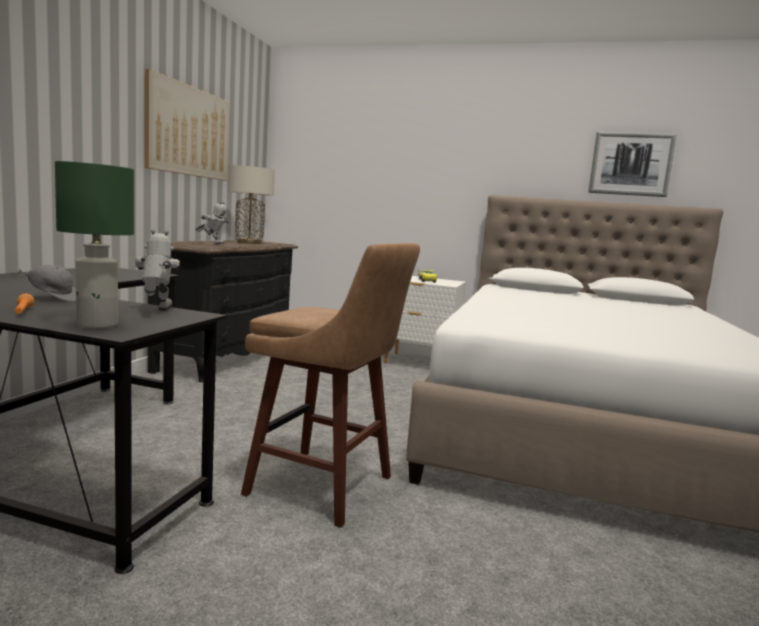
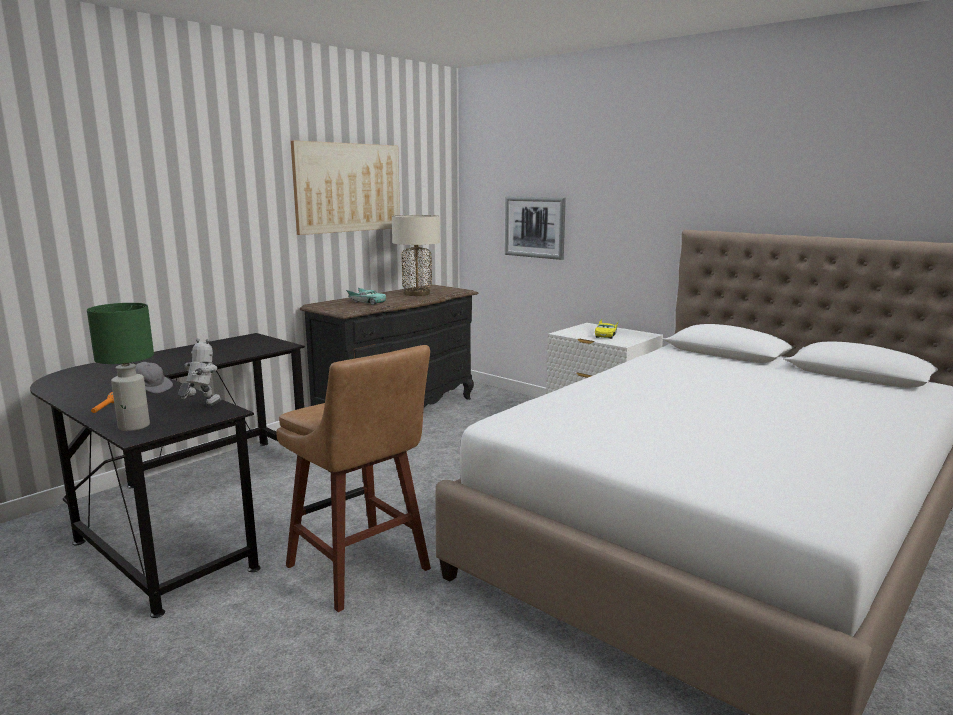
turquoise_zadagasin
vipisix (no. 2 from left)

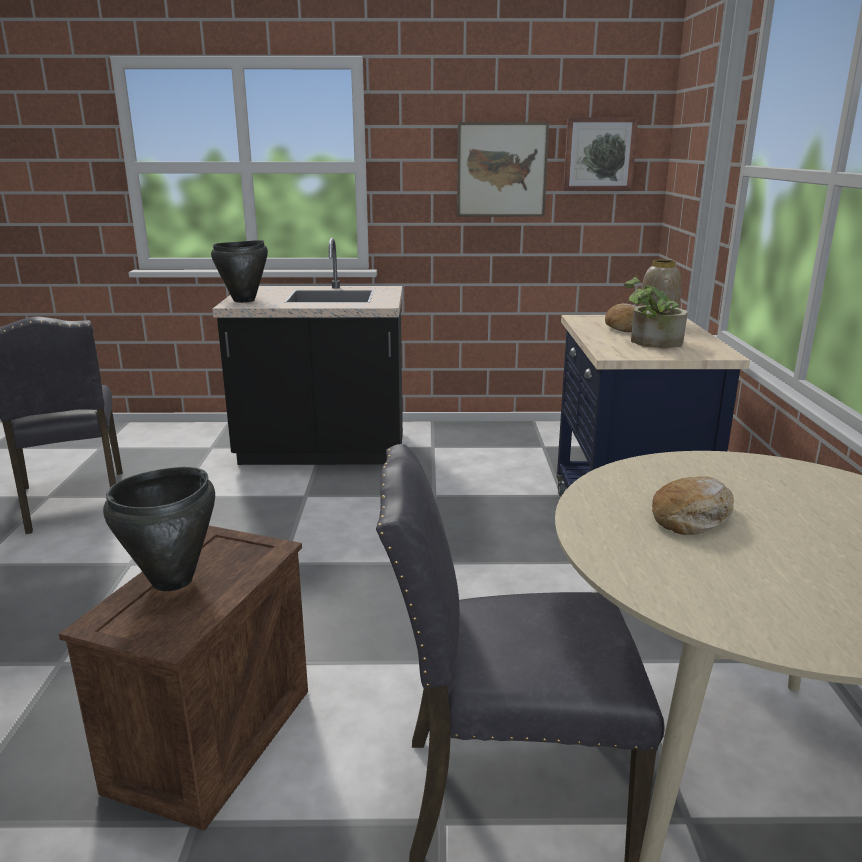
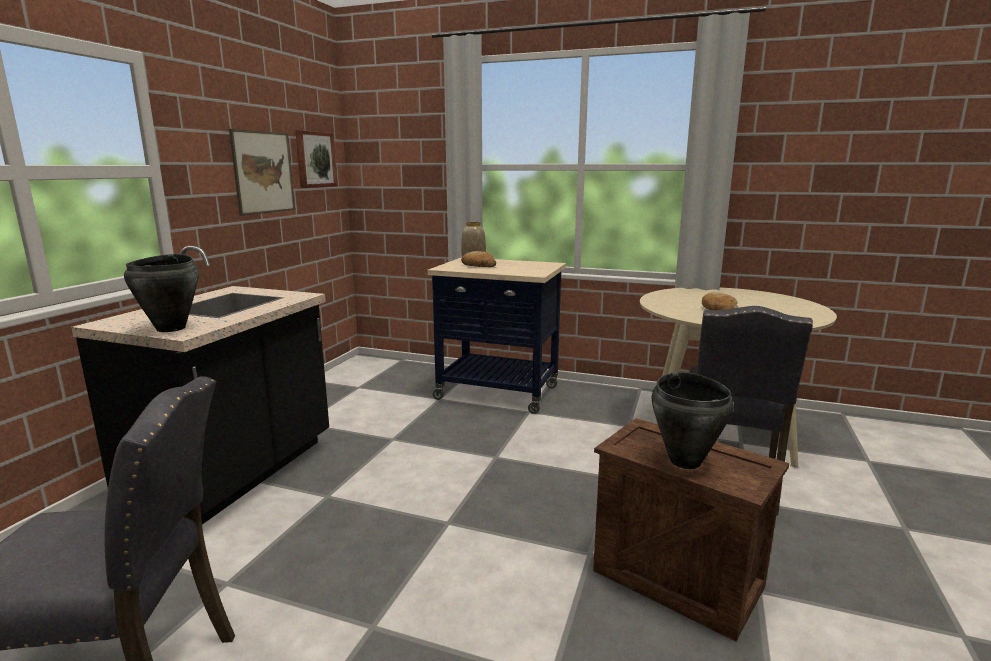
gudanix

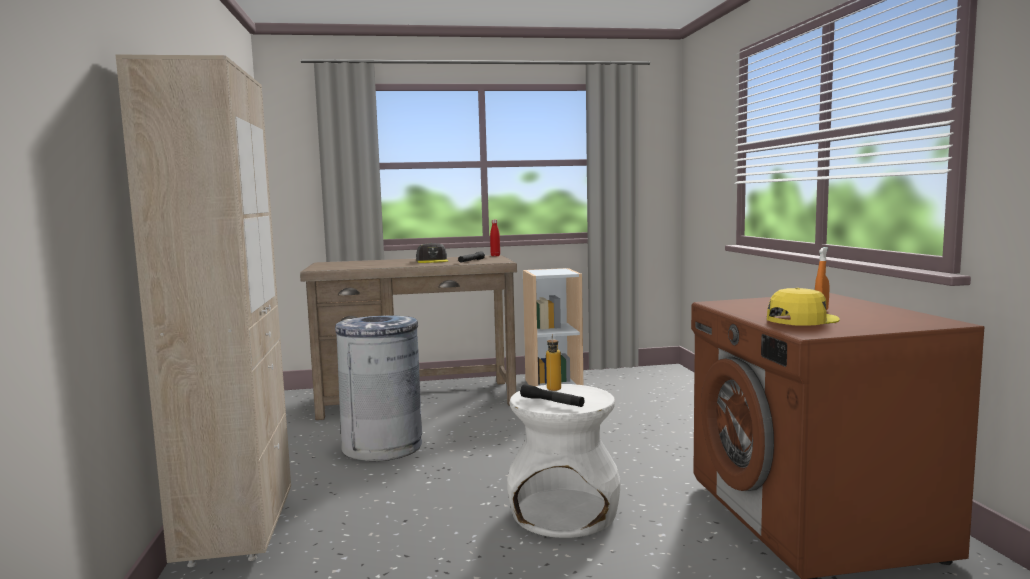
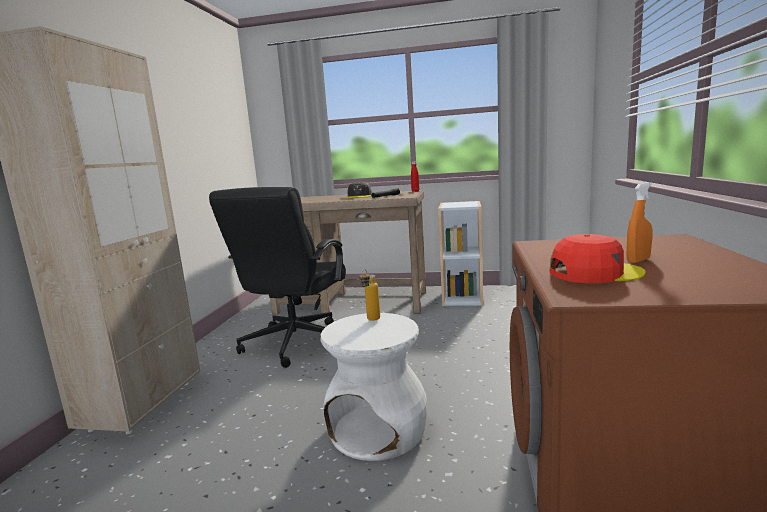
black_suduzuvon
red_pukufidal
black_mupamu (no. 2 from left in the first image)

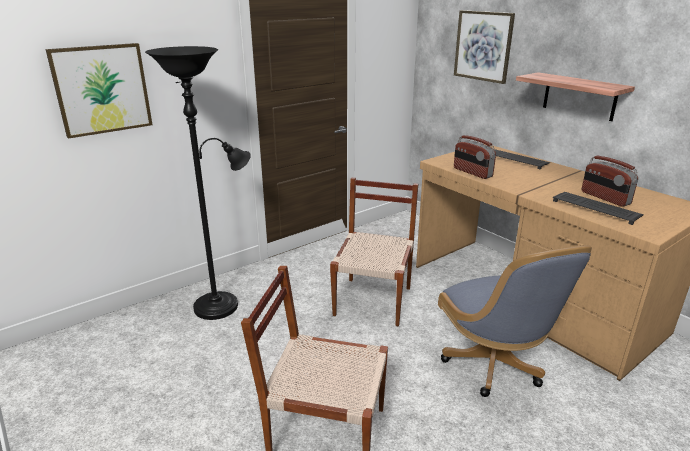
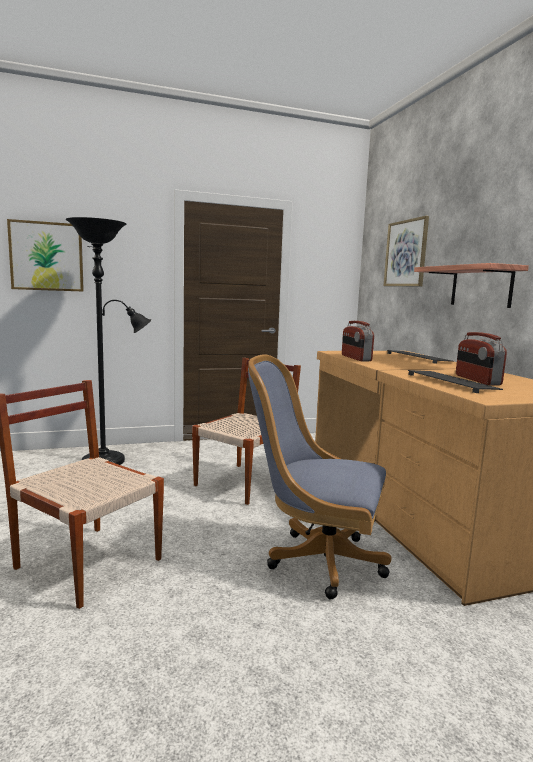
blue_suduzuvon

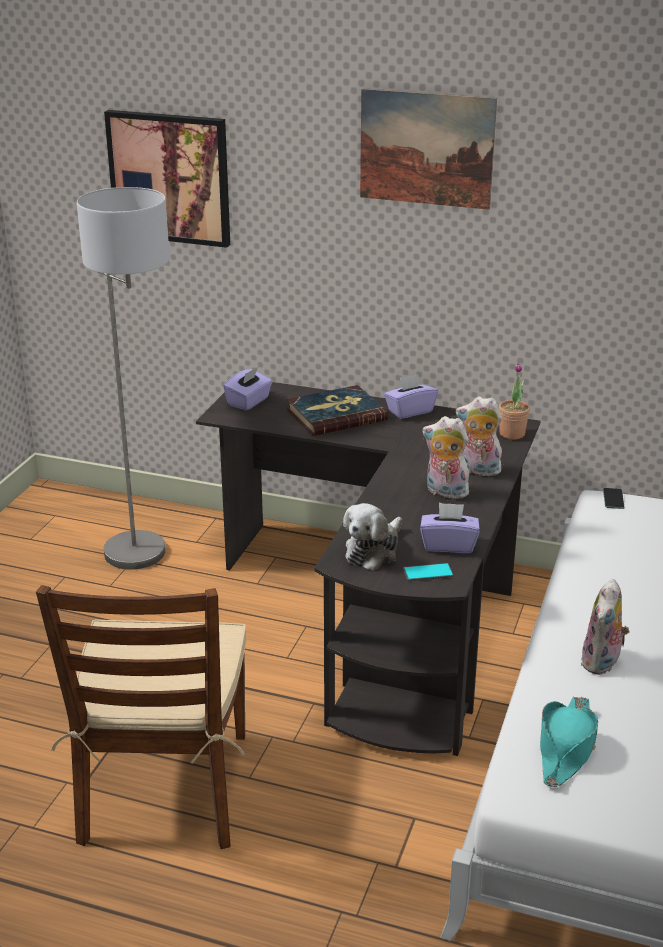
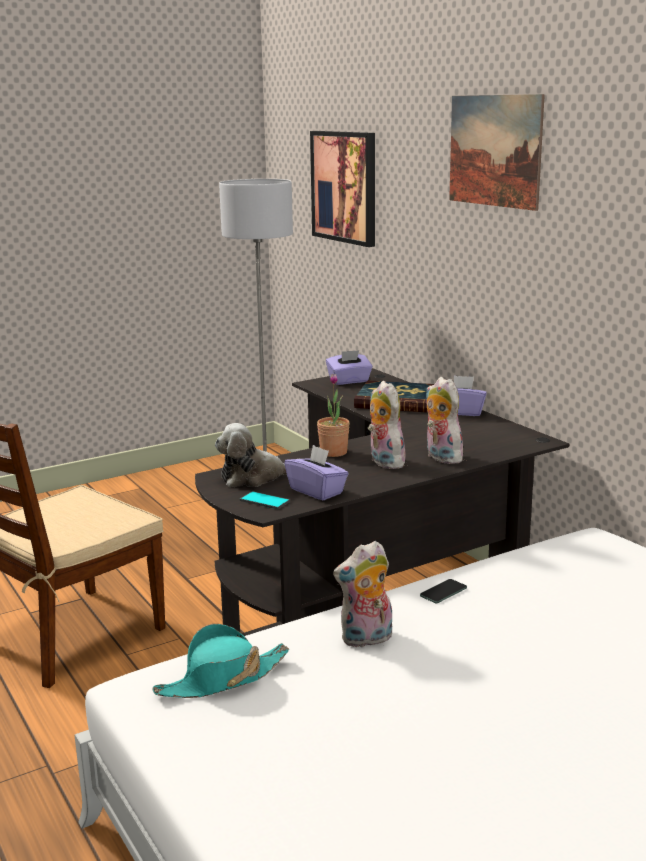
gudanix
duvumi (no. 2 from left)

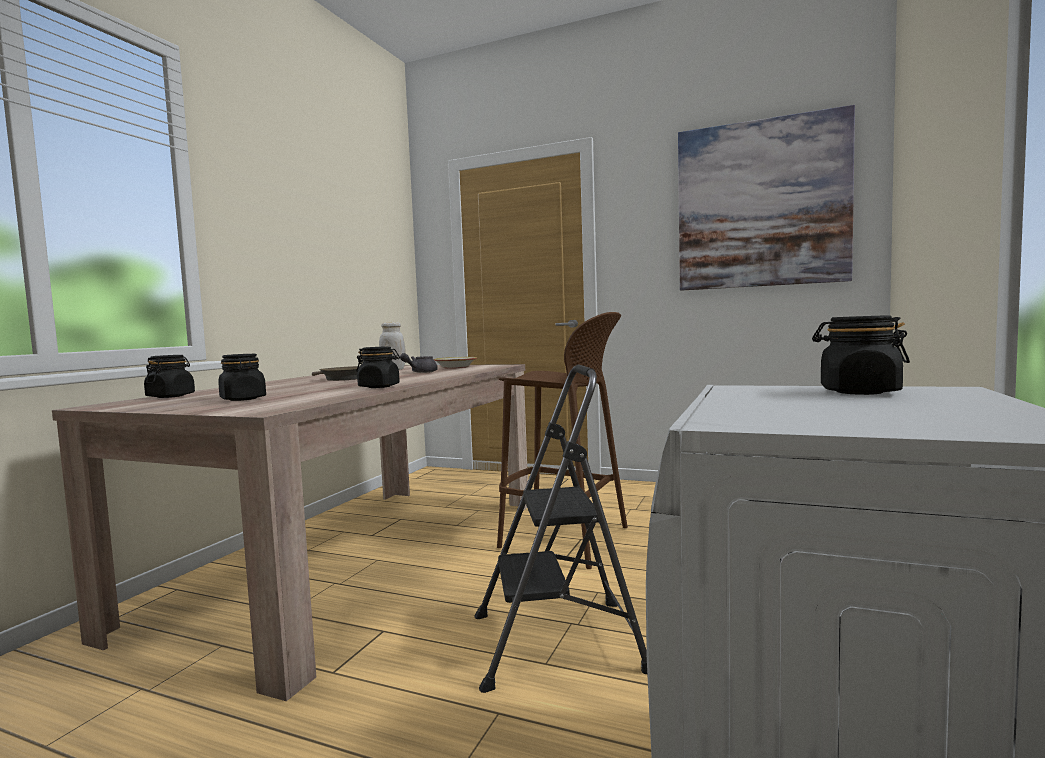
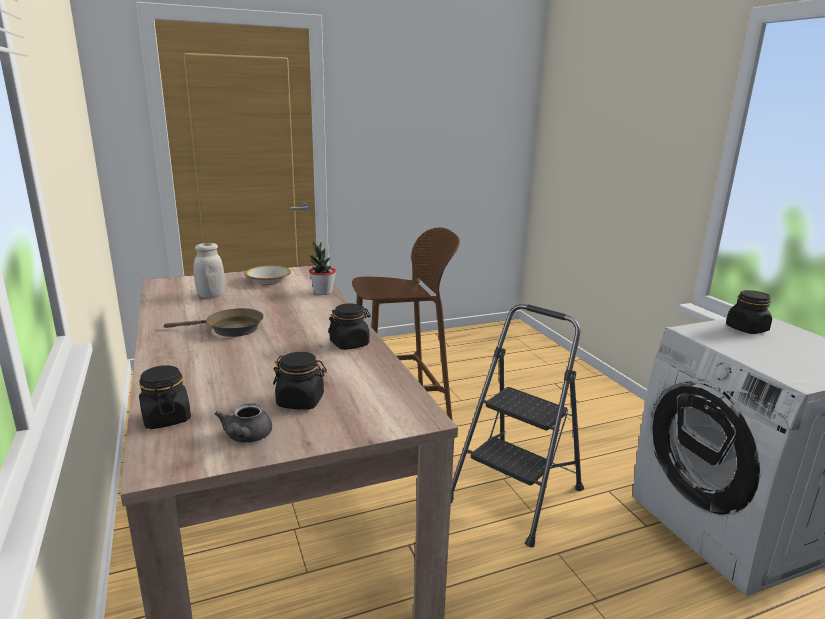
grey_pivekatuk
gudanix
vipisix

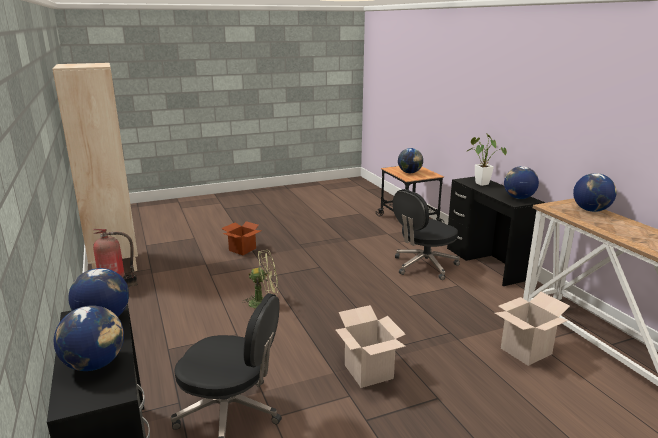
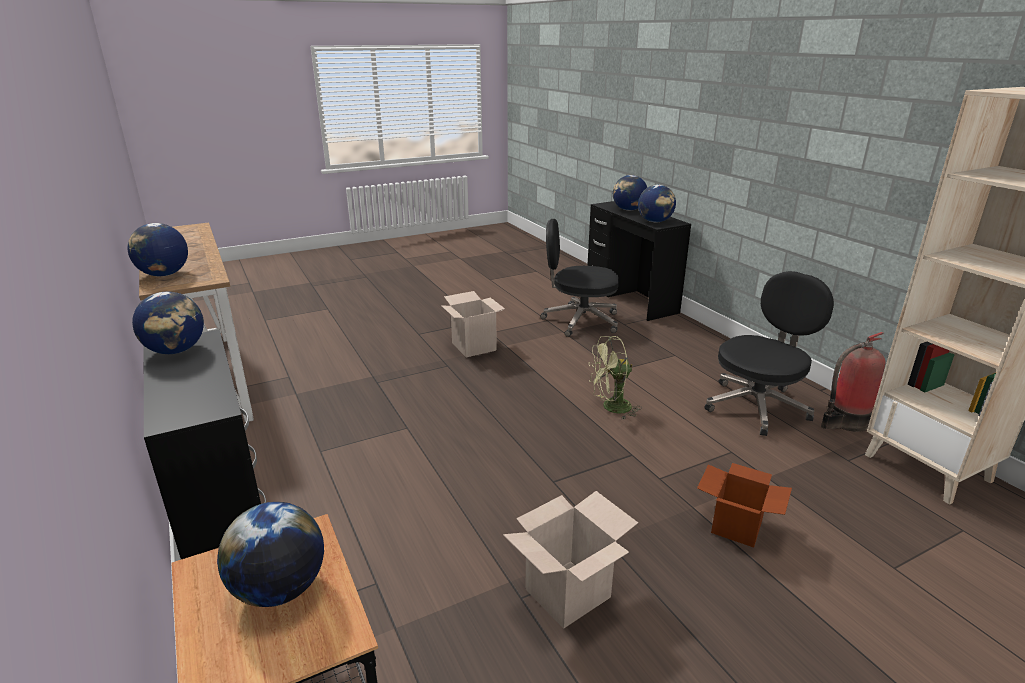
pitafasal (no. 2 from left)
black_suduzuvon (no. 2 from left)
gudanix

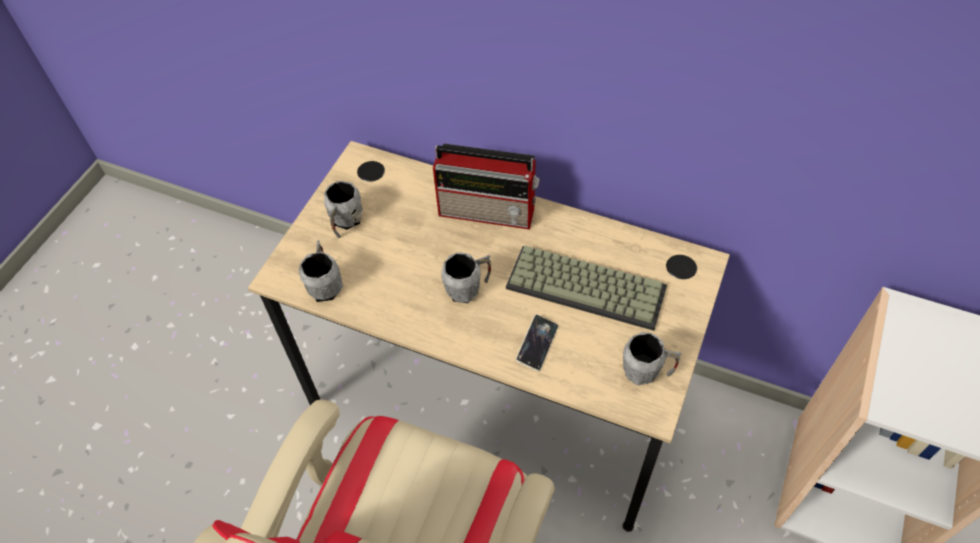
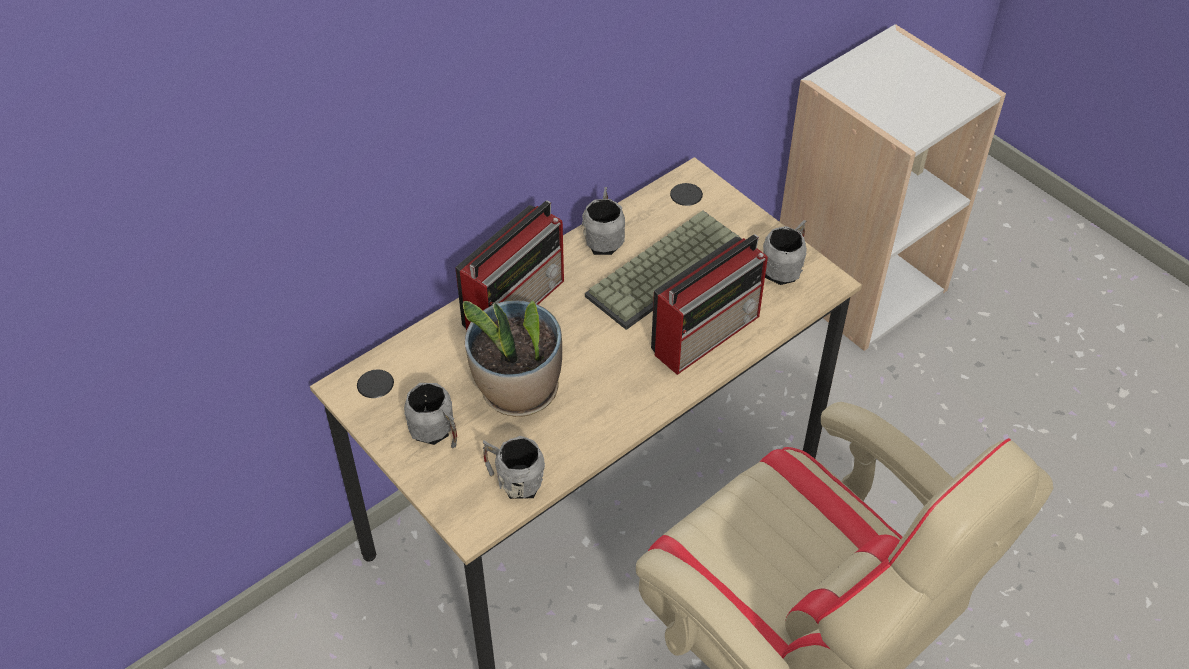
gudanix
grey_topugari (no. 3 from left)
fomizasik (no. 2 from left)

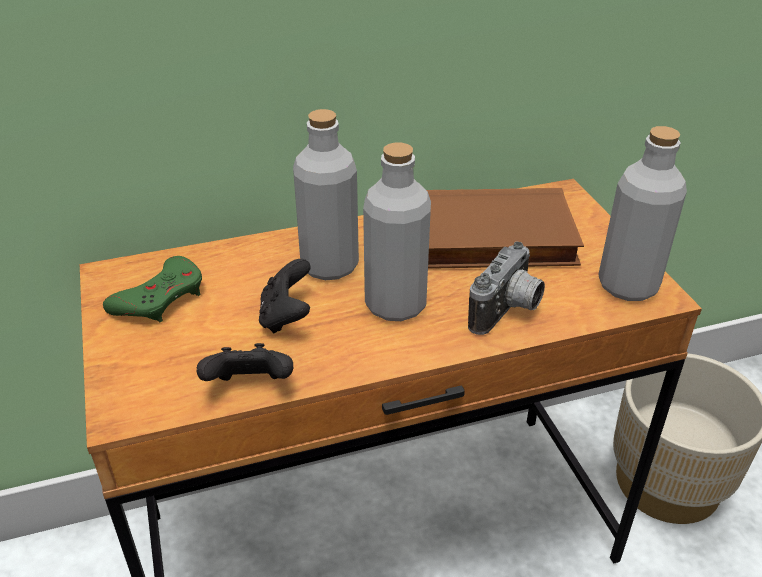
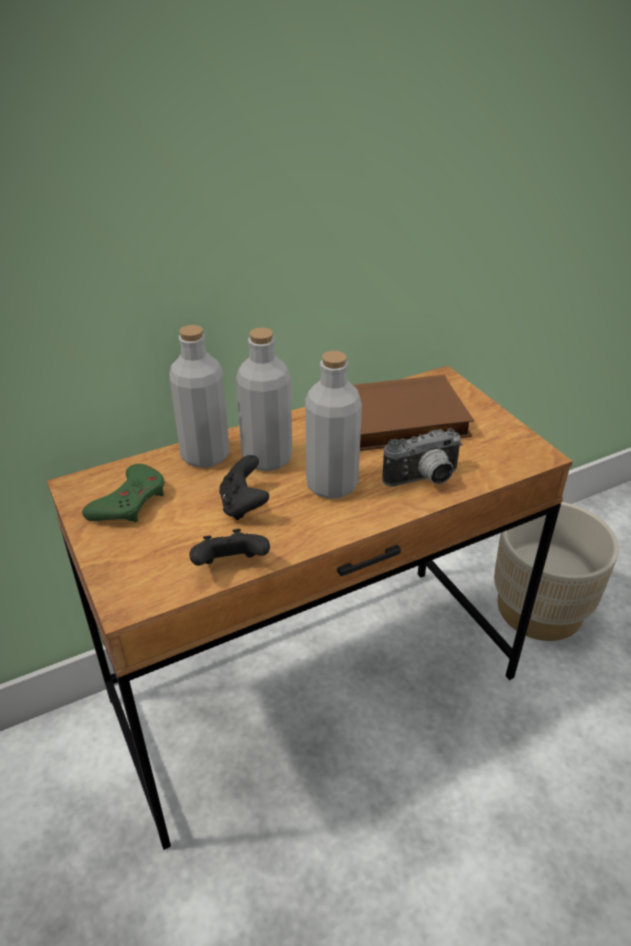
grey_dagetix (no. 1 from left)
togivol

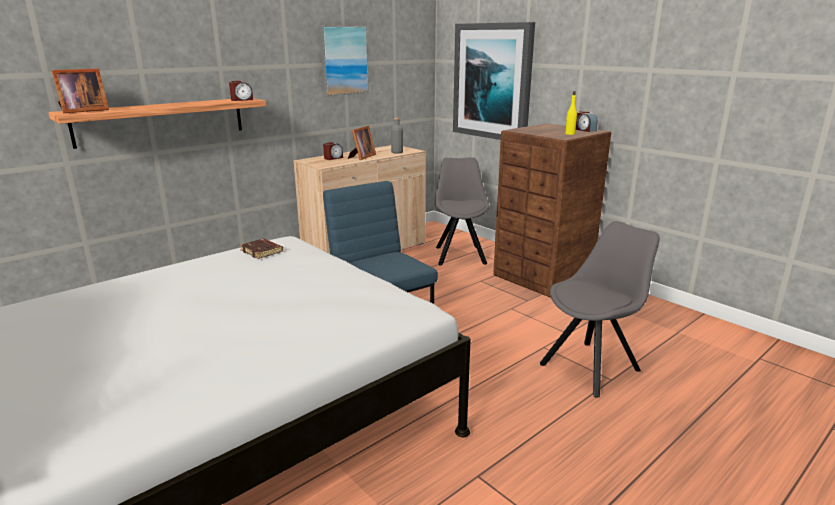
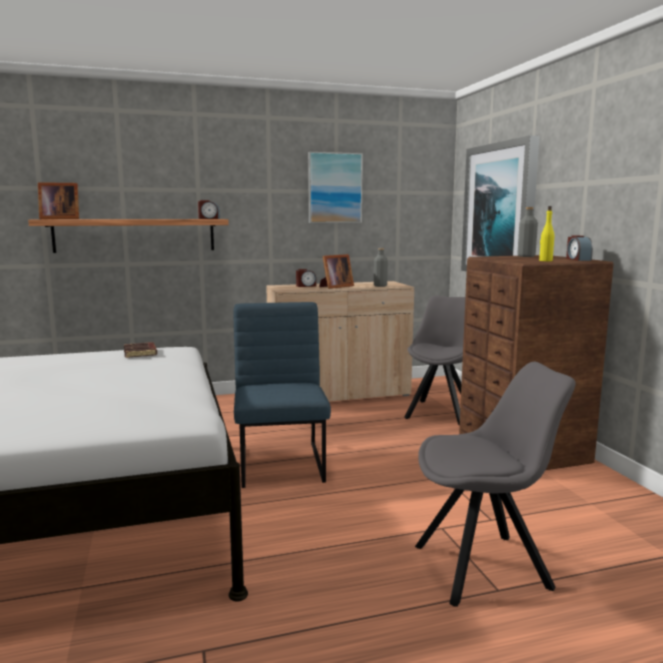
grey_dagetix (no. 2 from left)

